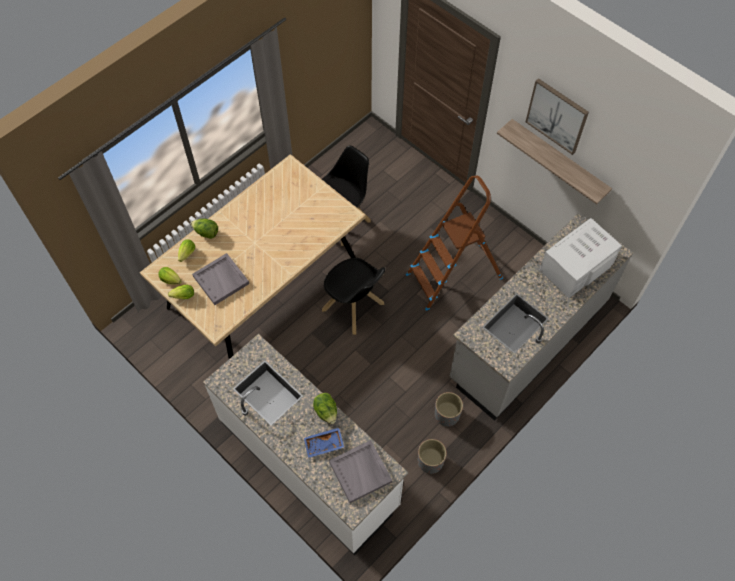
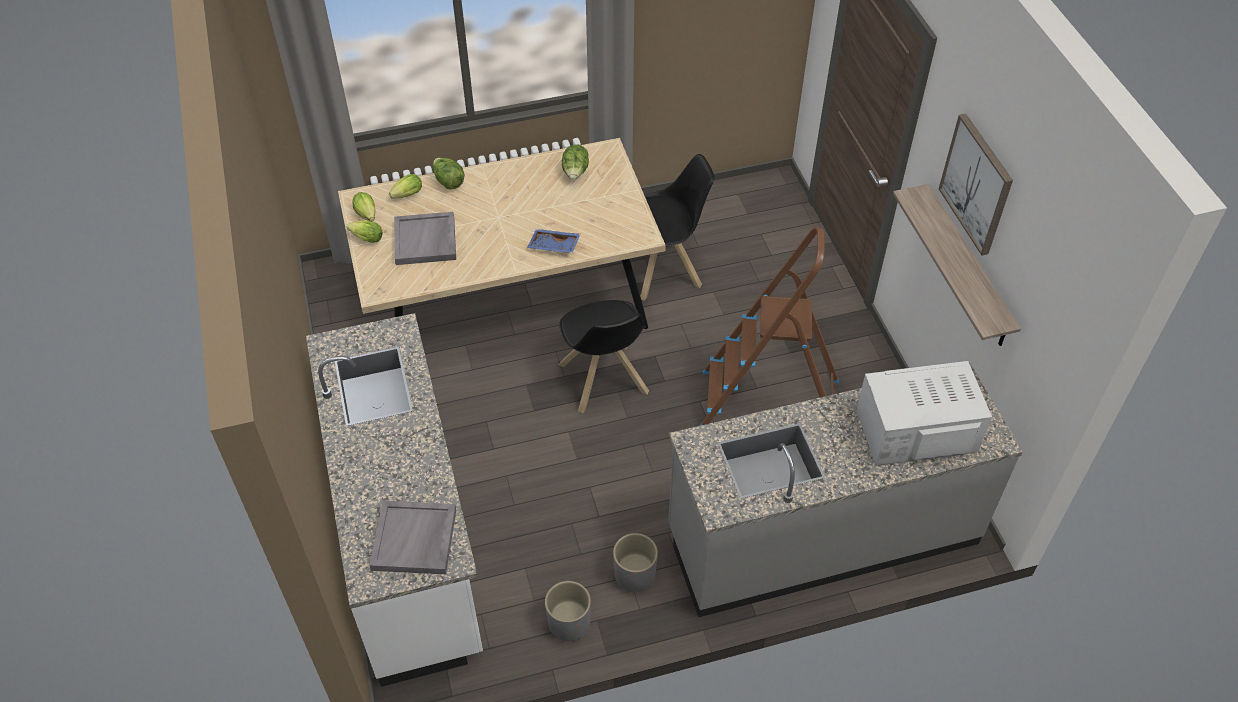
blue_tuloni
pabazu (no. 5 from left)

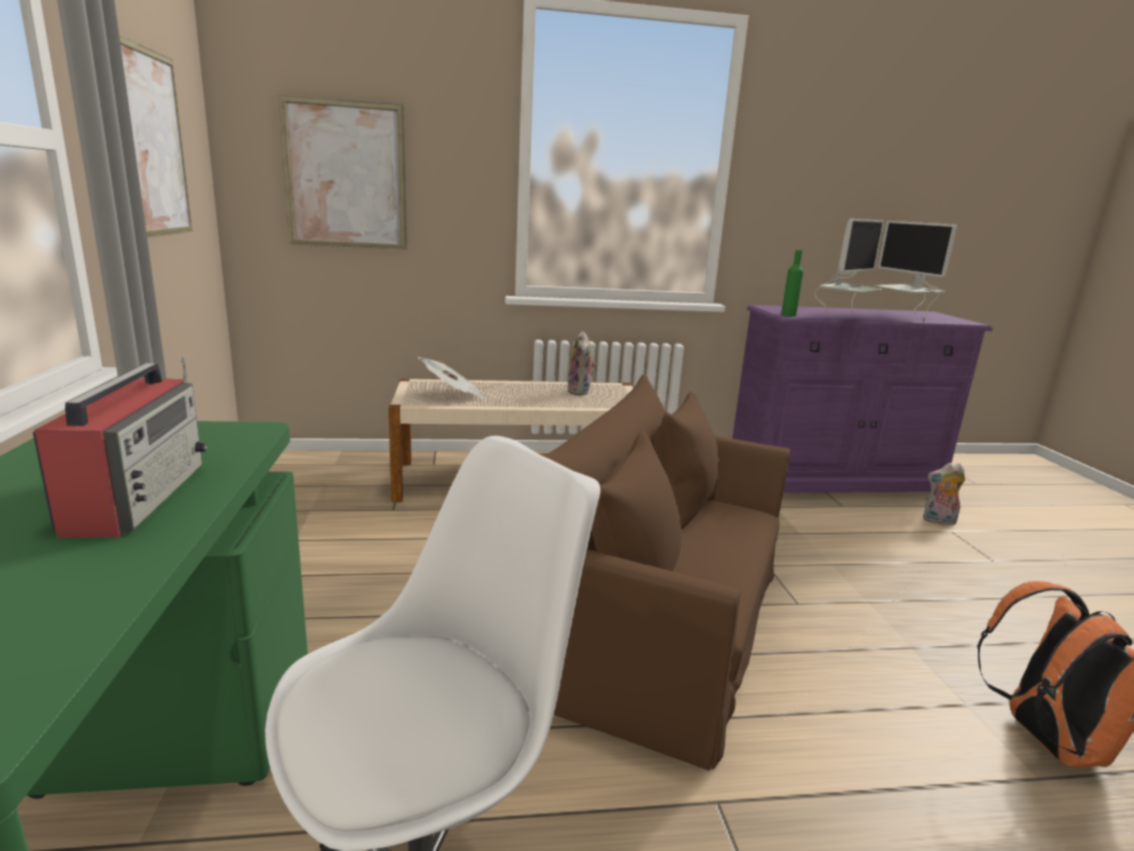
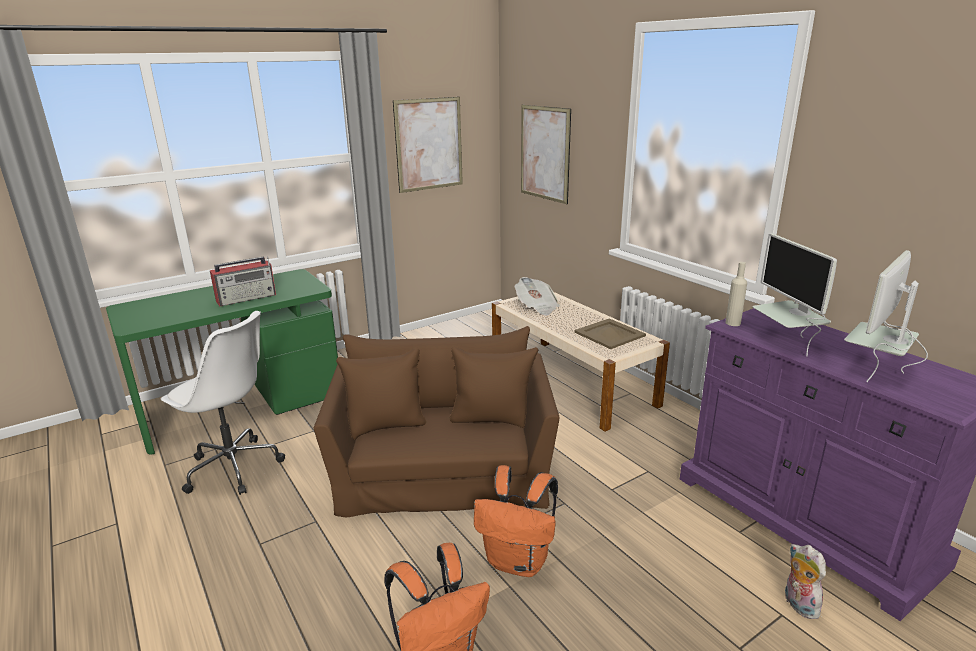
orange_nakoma (no. 2 from left)
beige_tuloni
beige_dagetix
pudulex (no. 1 from left)

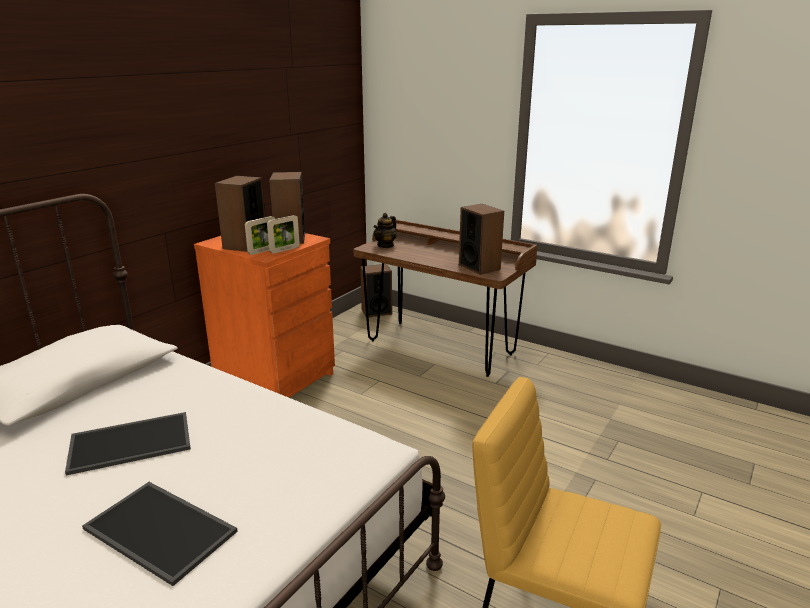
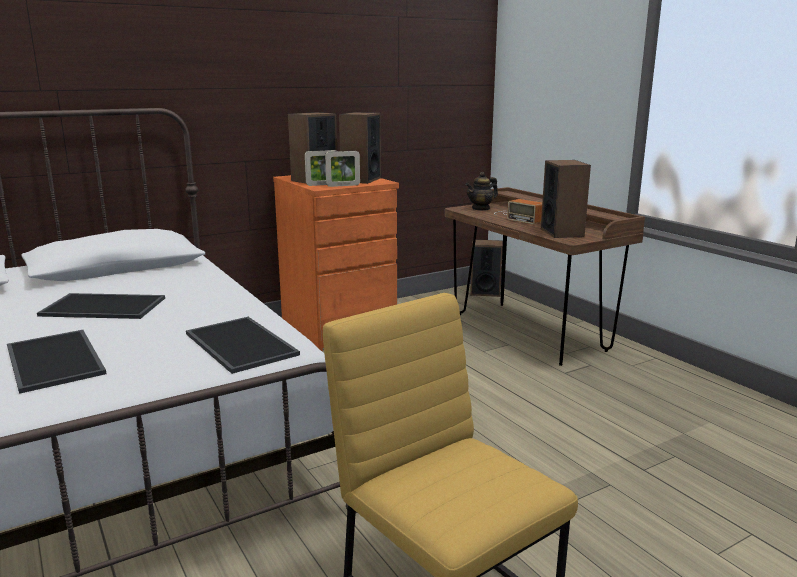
tuloni (no. 3 from left)
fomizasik

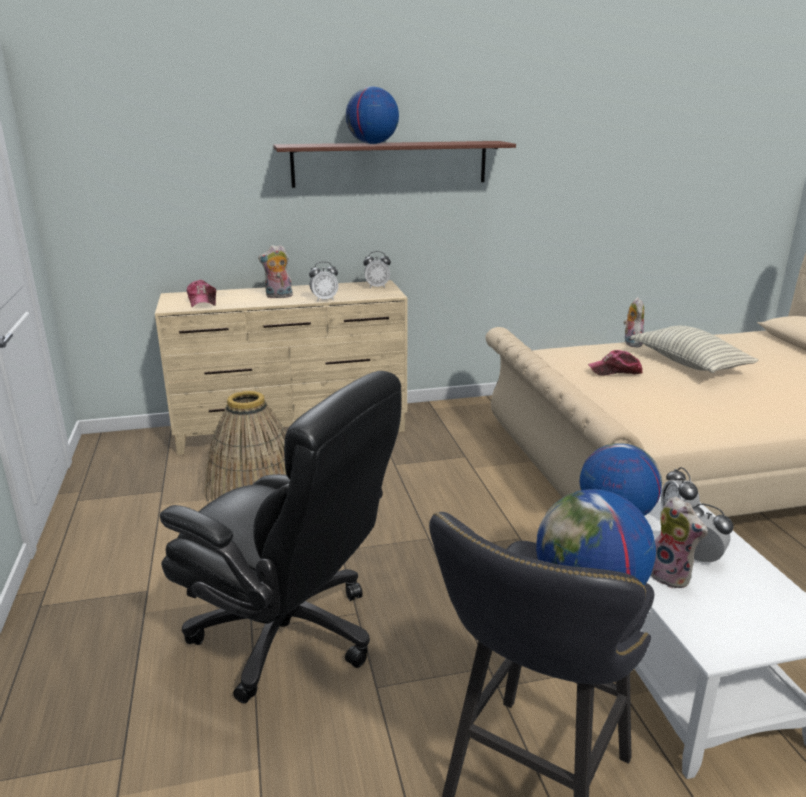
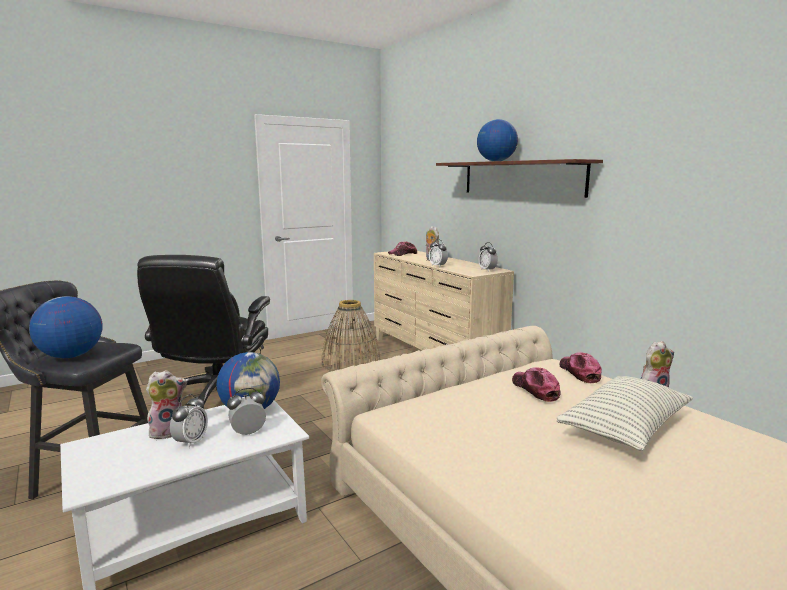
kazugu (no. 1 from left)
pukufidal (no. 3 from left)

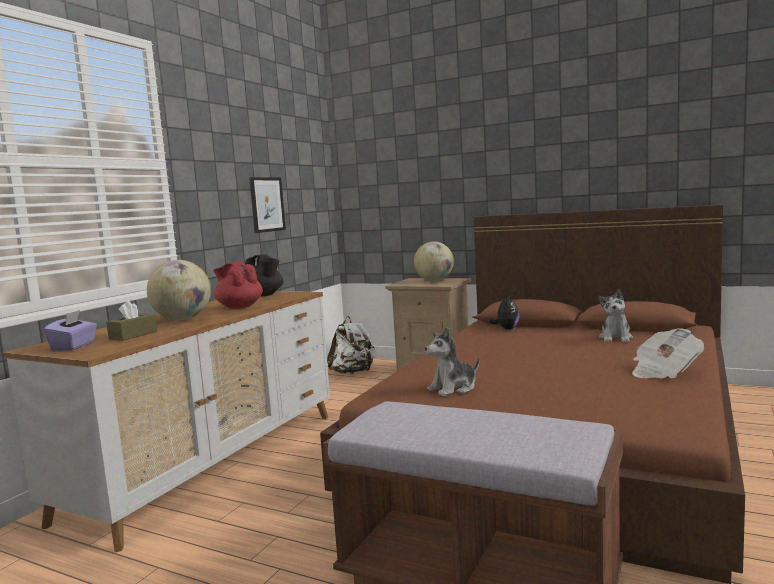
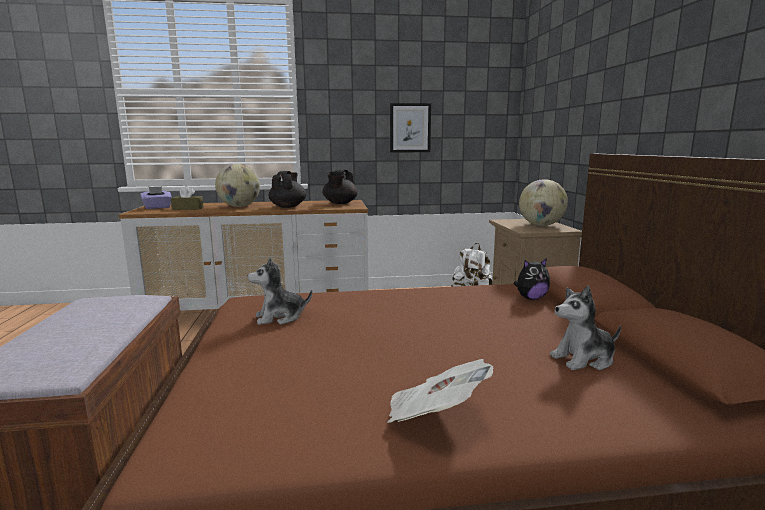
kazugu (no. 1 from left)
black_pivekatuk (no. 1 from left)

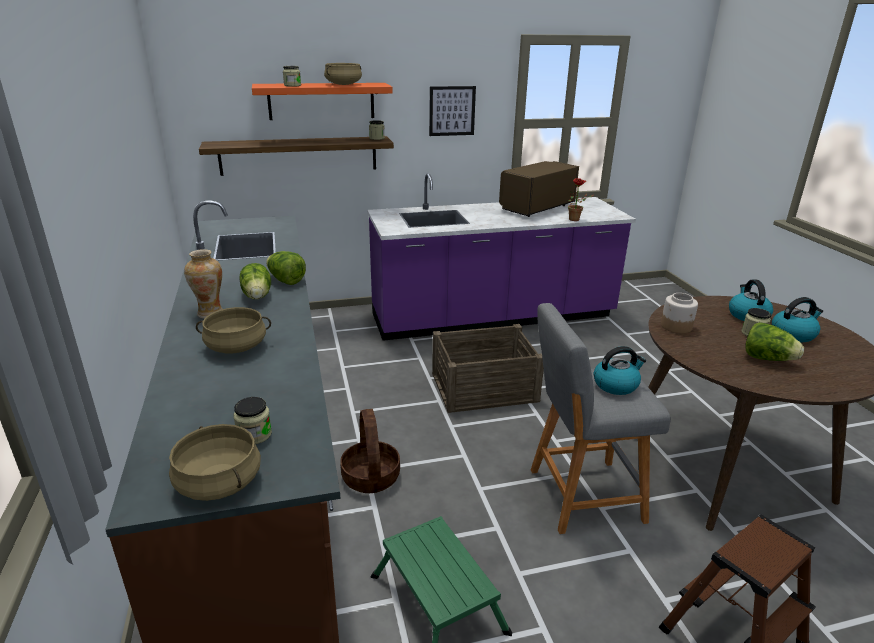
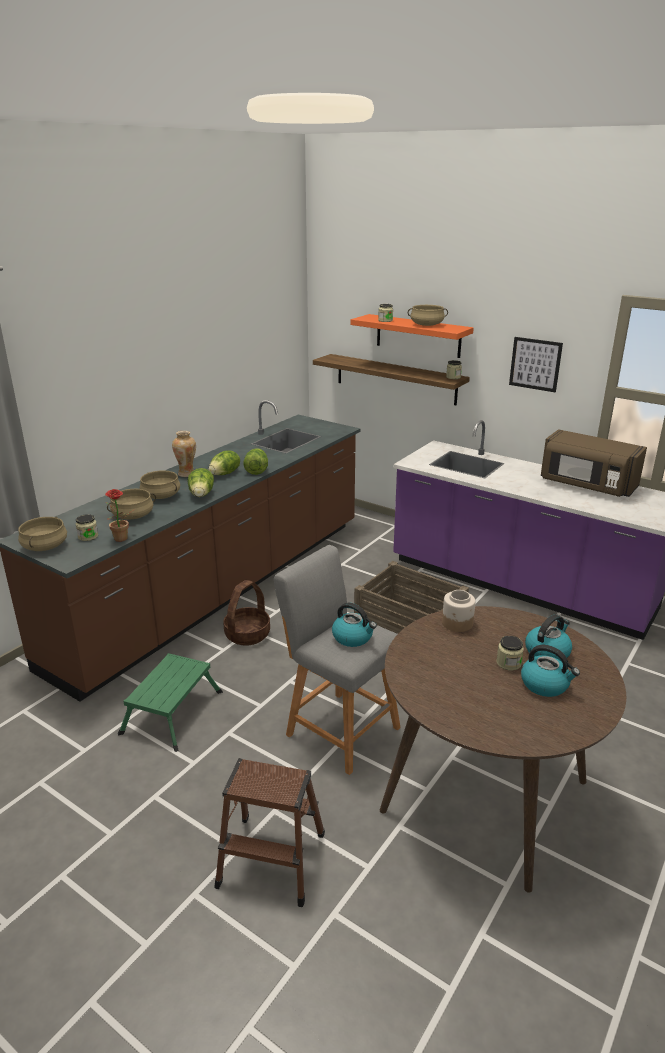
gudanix
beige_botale (no. 2 from left)
pabazu (no. 1 from left)
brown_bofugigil

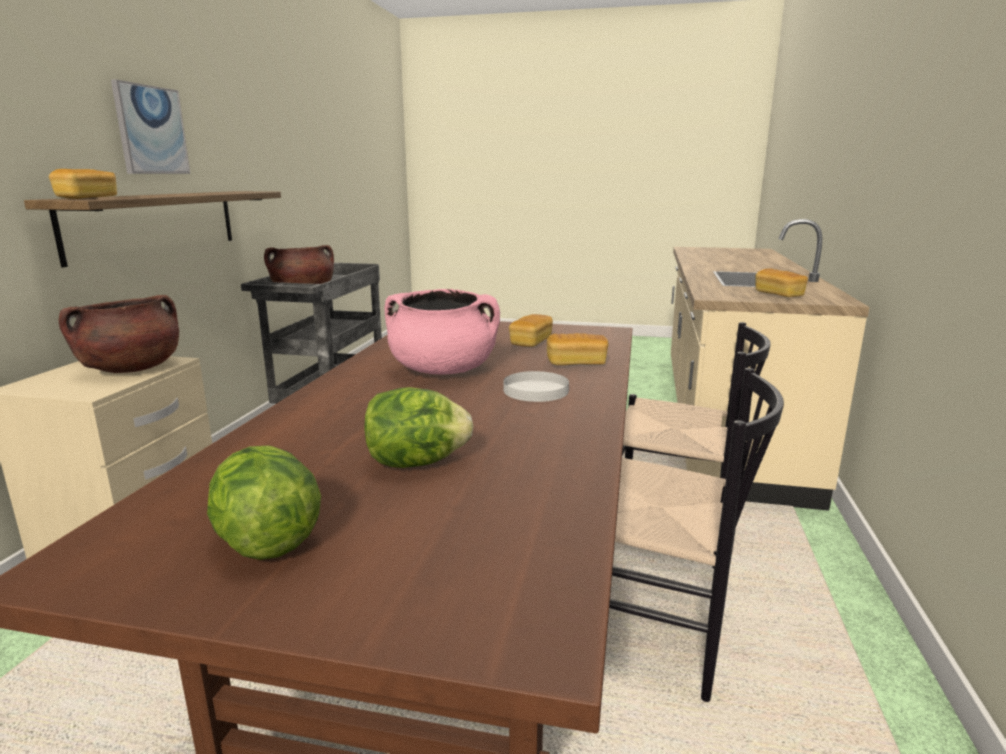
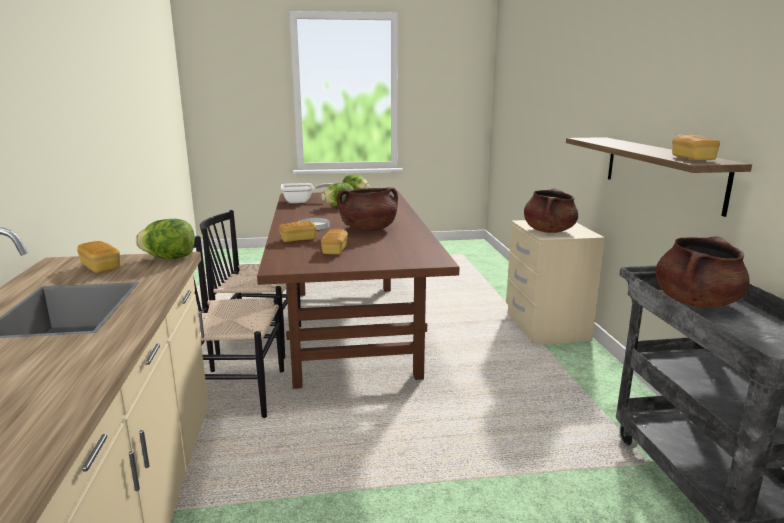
pabazu (no. 1 from left)
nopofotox
brown_botale (no. 1 from left)
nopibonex (no. 4 from left)
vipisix

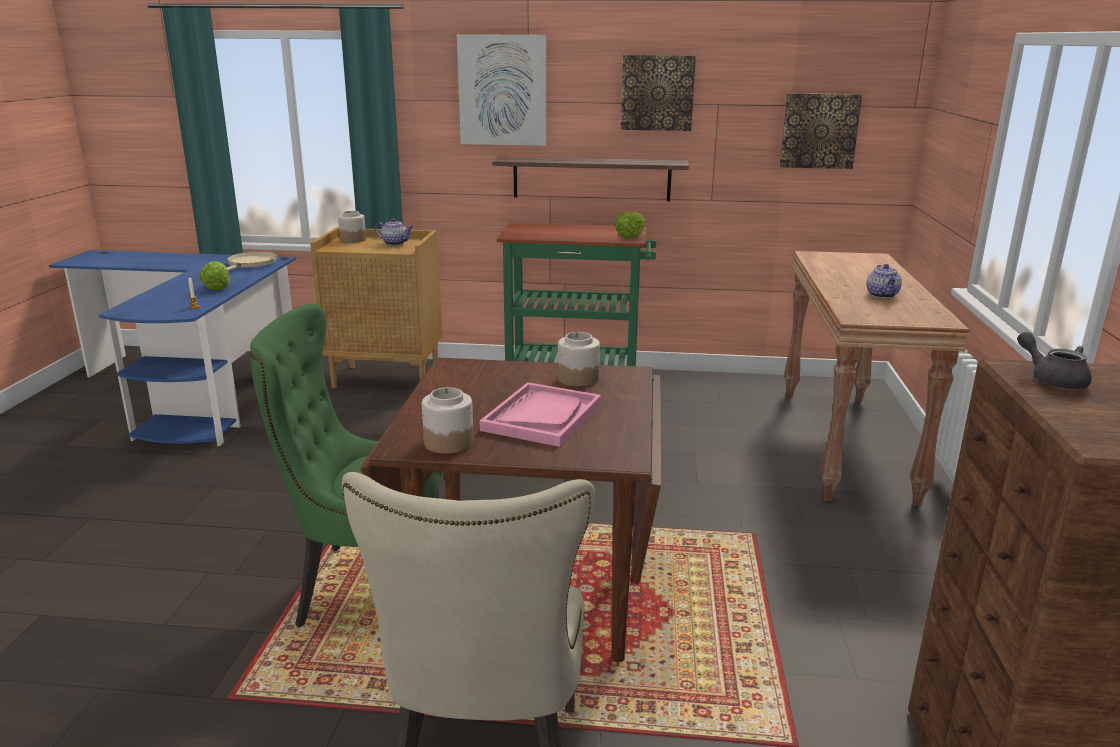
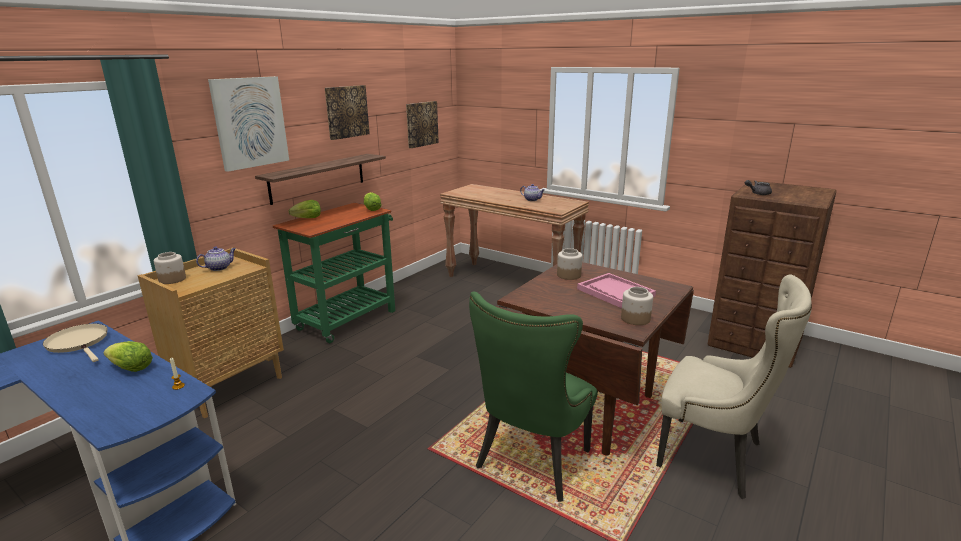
pabazu (no. 2 from left)

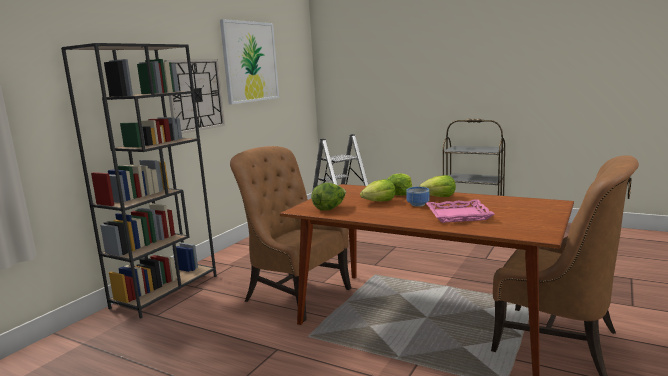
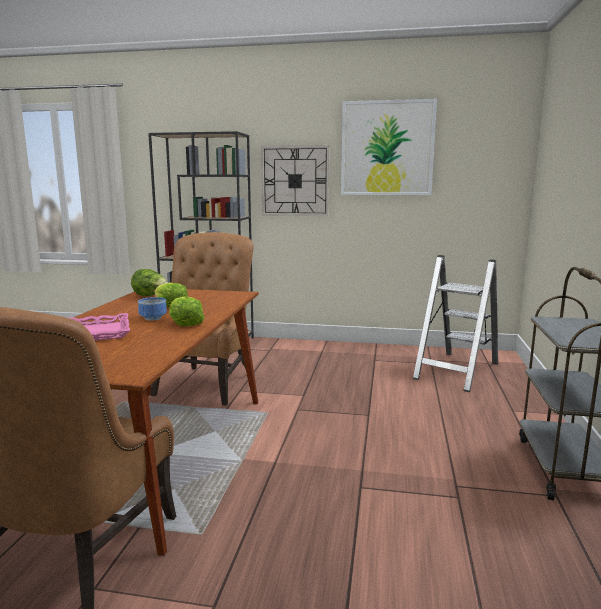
pabazu (no. 3 from left in the first image)

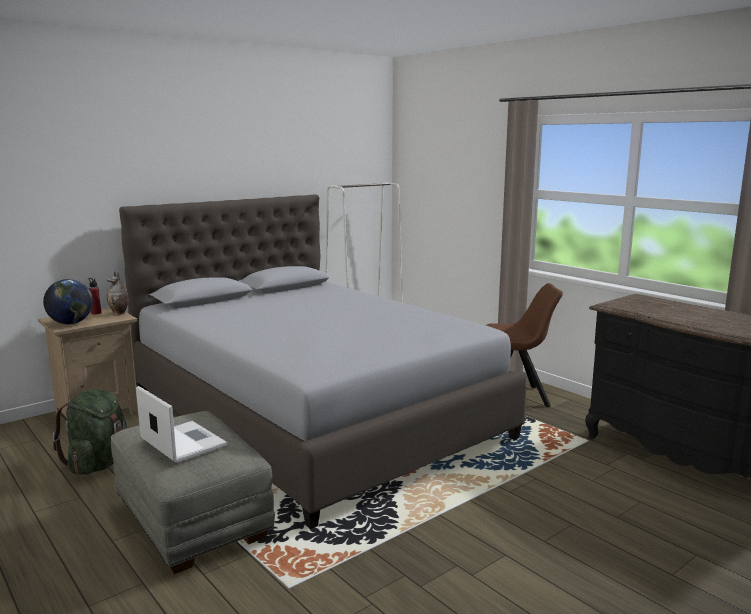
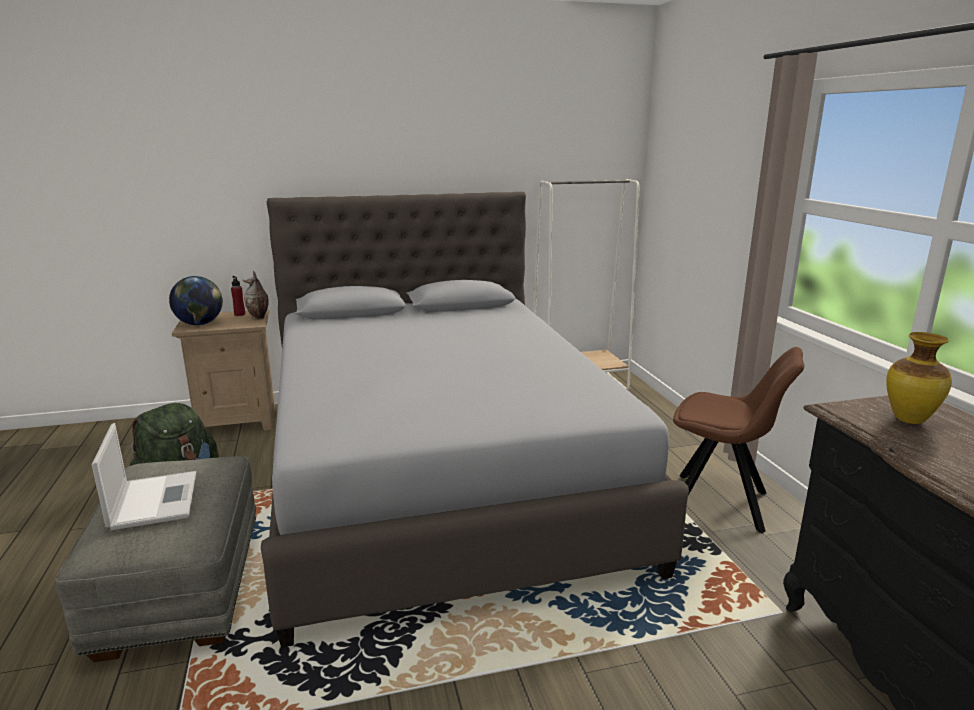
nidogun (no. 2 from left)

